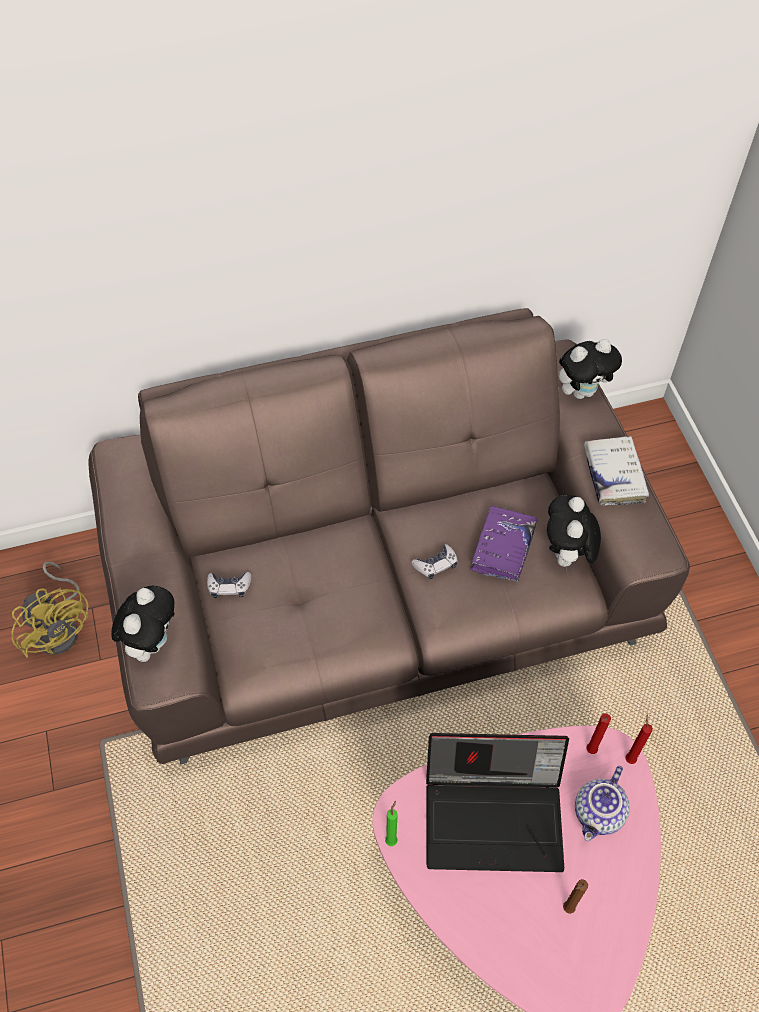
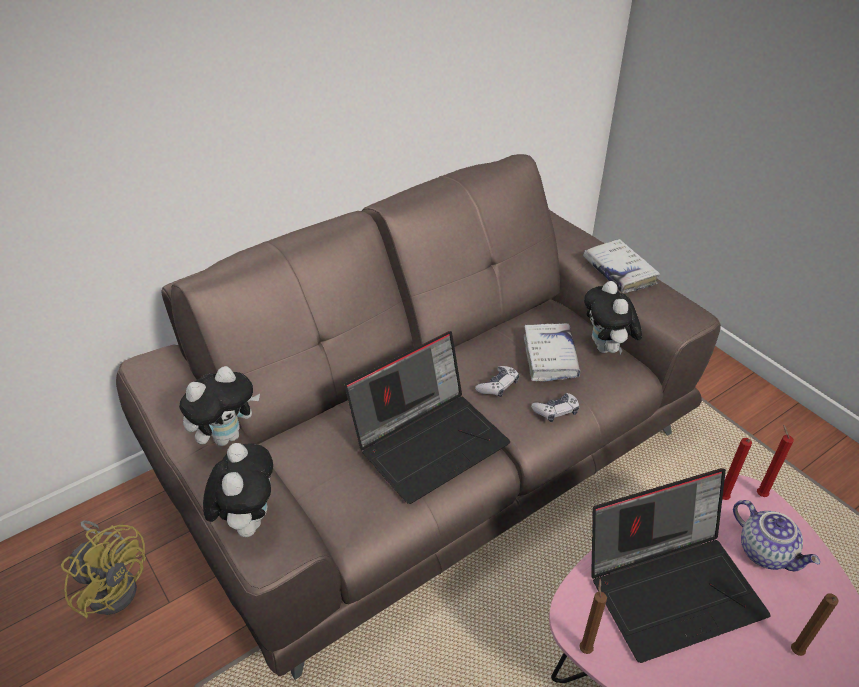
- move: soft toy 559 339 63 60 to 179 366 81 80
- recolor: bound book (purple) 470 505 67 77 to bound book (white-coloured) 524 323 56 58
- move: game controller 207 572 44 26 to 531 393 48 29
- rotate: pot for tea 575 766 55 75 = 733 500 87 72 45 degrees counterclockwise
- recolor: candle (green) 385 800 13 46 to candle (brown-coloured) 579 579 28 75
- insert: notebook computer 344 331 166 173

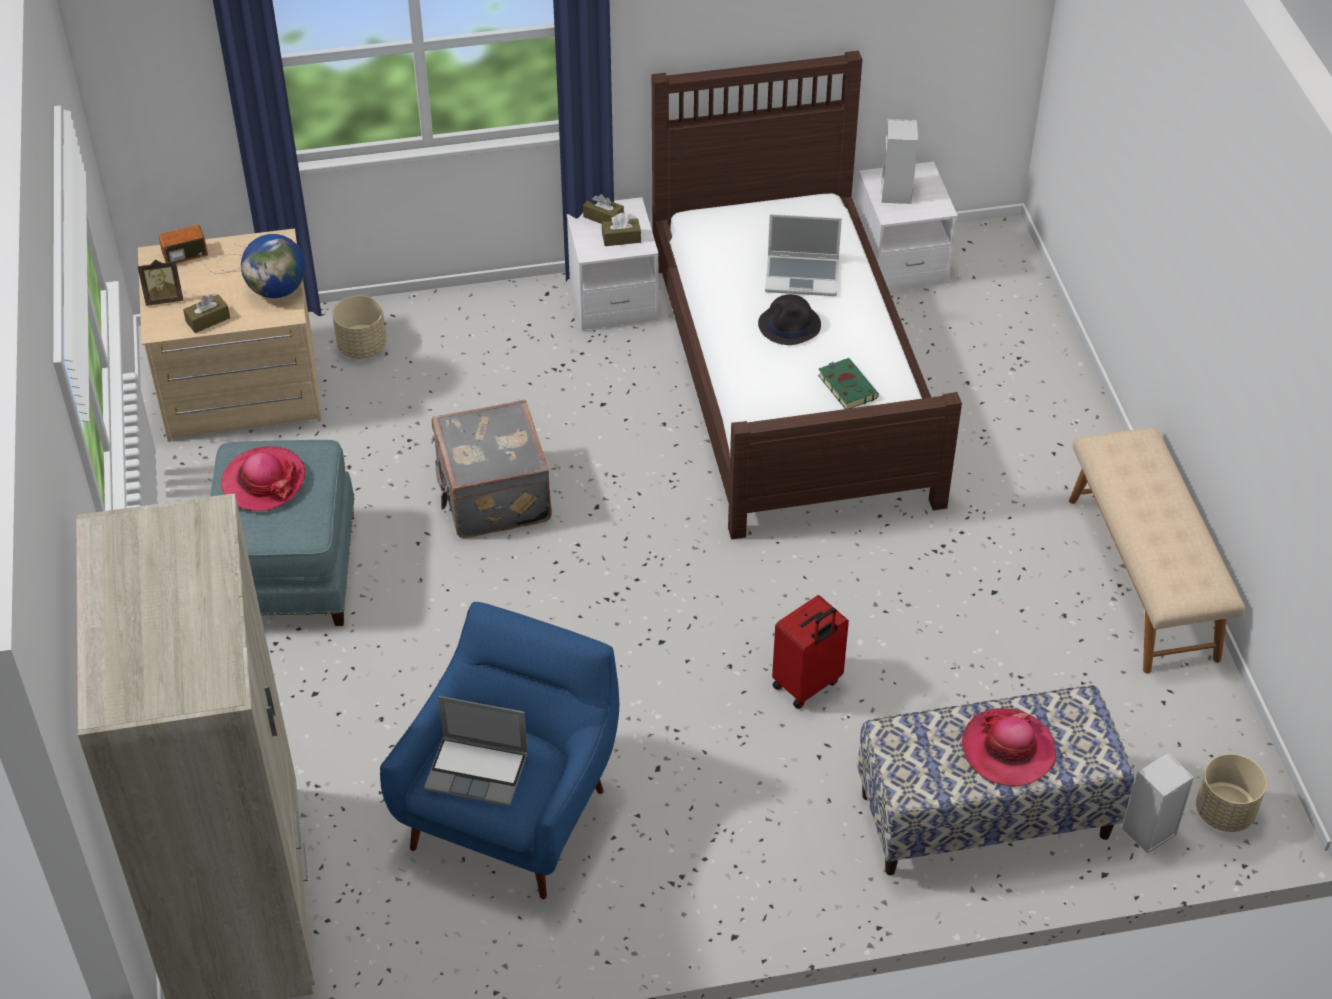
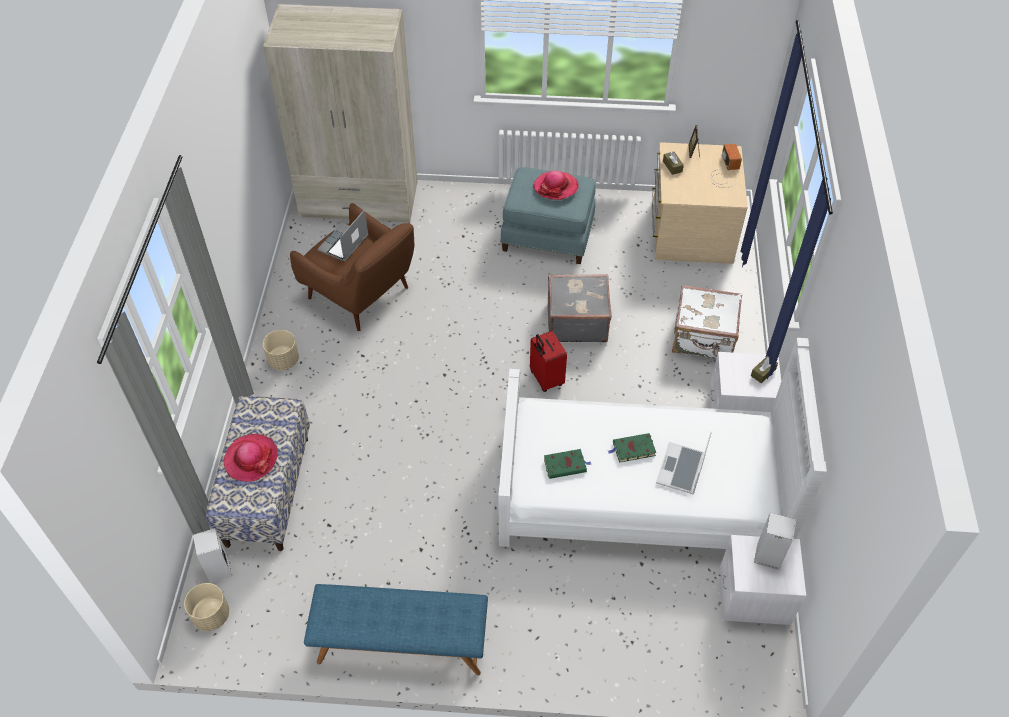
- recolor: bed (brown-coloured) 652 51 310 489 to bed (white-coloured) 498 338 329 211
- delete: tissue holder (brown-coloured) 602 213 39 33
- delete: desk globe 241 234 65 64
- replace: hat (black-coloured) 758 294 63 51 to bound book (green) 608 433 48 30
- move: plant pot (sand-coloured) 332 295 55 63 to 263 330 36 40
- recolor: bench (sand-coloured) 1069 427 176 247 to bench (blue-coloured) 304 584 184 91
- move: suitcase (red-coloured) 772 595 77 114 to 530 331 37 61
- recolor: lounge chair (blue-coloured) 380 602 239 297 to lounge chair (brown-coloured) 290 203 124 128
- insert: suitcase (white-coloured) 672 285 70 74

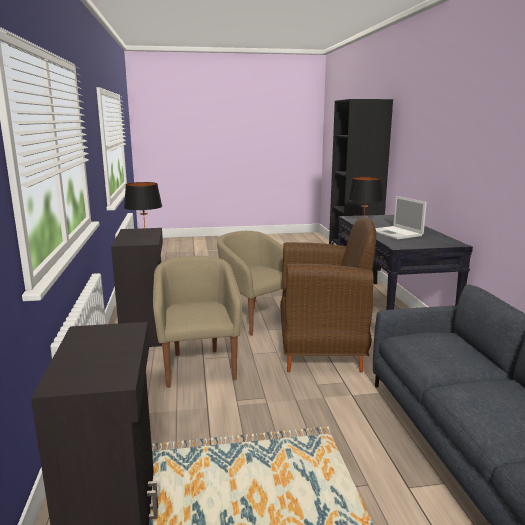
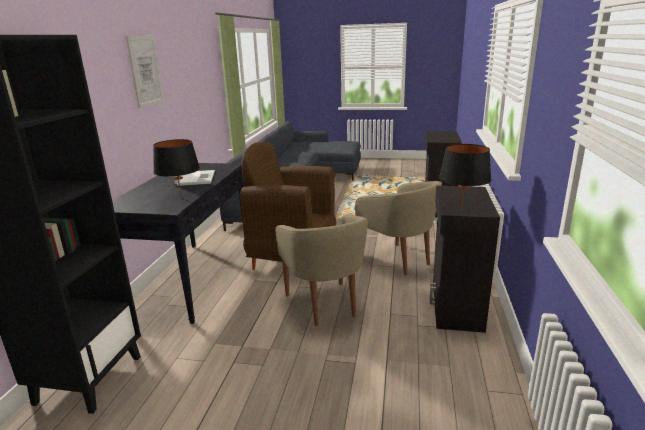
- rotate: lounge chair (sand-coloured) 153 256 89 132 = 355 181 87 94 45 degrees counterclockwise
- insert: picture 126 36 38 72

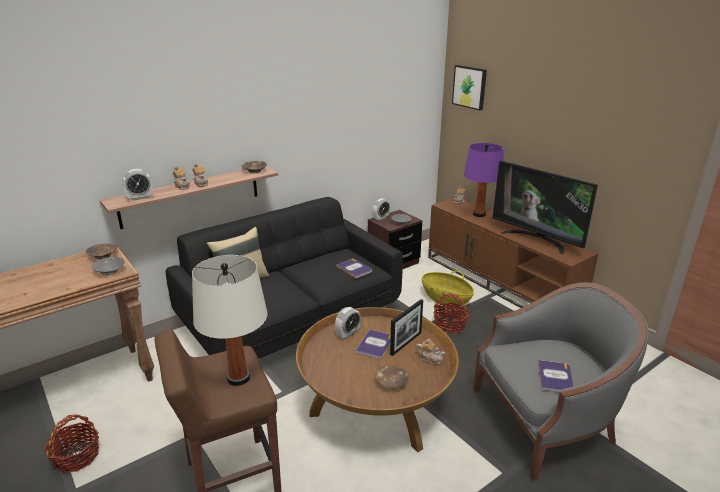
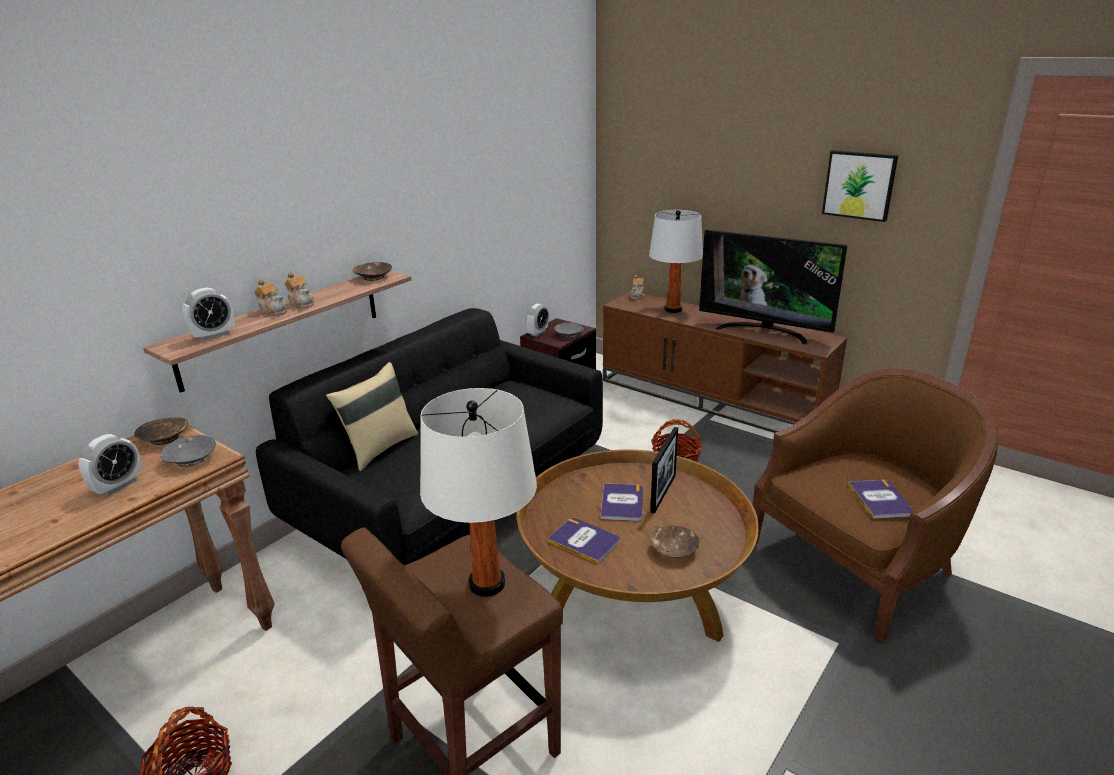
- move: picture 452 65 35 46 to 822 150 76 72
- recolor: lamp for a table (purple) 464 143 40 74 to lamp for a table (white-coloured) 649 210 54 103
- move: bound book 336 259 36 20 to 547 518 73 46
- delete: storage basket 422 271 52 34
- recolor: lounge chair (greyish) 473 282 176 198 to lounge chair (brown-coloured) 753 368 245 276
- move: table clock 335 307 25 32 to 78 434 64 62
- delete: pot for tea 416 339 29 26

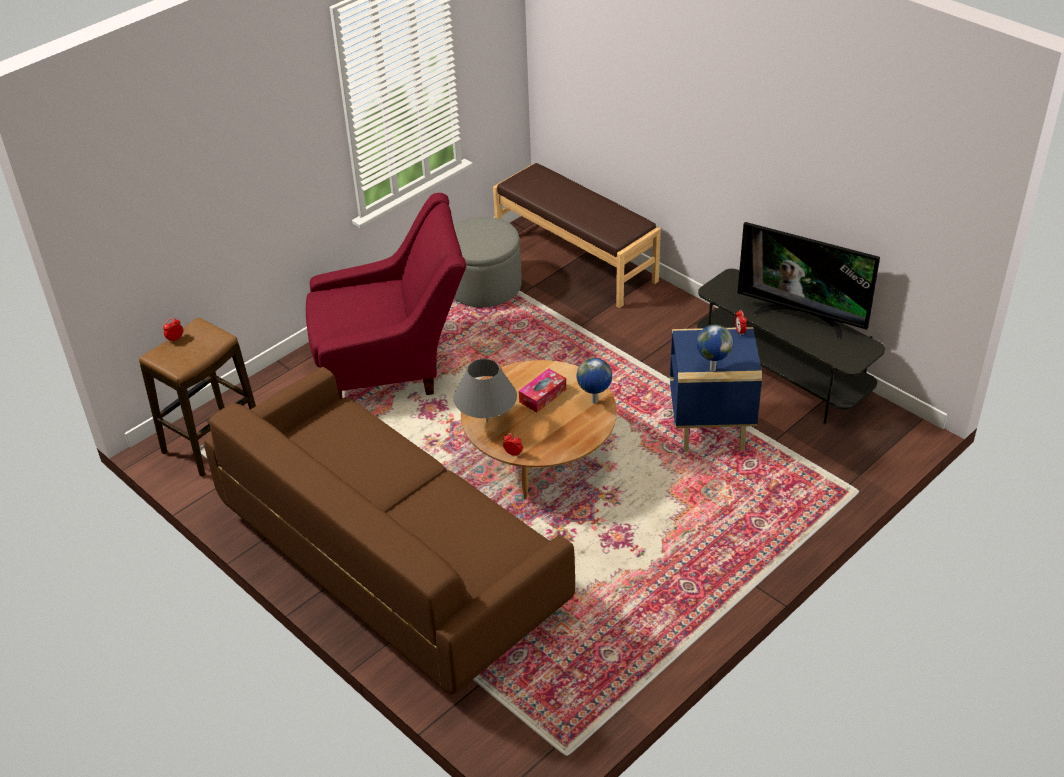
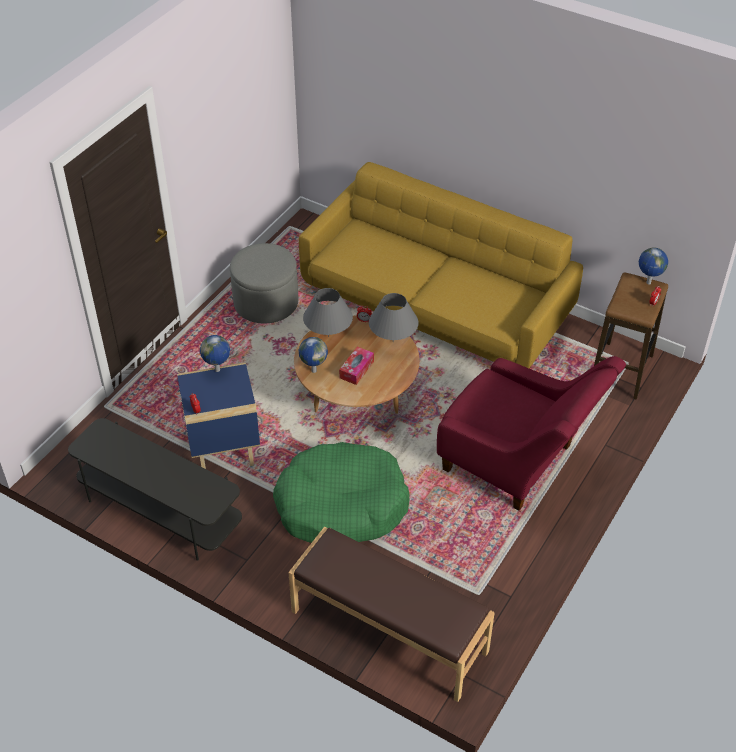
- rotate: lounge chair (red-coloured) 306 193 160 207 = 437 356 189 154 120 degrees counterclockwise
- move: ottoman (greyish) 454 217 68 90 to 230 243 68 80
- delete: TV set 738 222 142 117
- recolor: settee (brown-coloured) 204 367 371 328 to settee (yellow) 299 162 284 206
- insert: desk globe 639 248 29 36
- insert: lamp for a table (greyish) 303 288 50 49
- insert: dog bed (green) 273 442 137 101

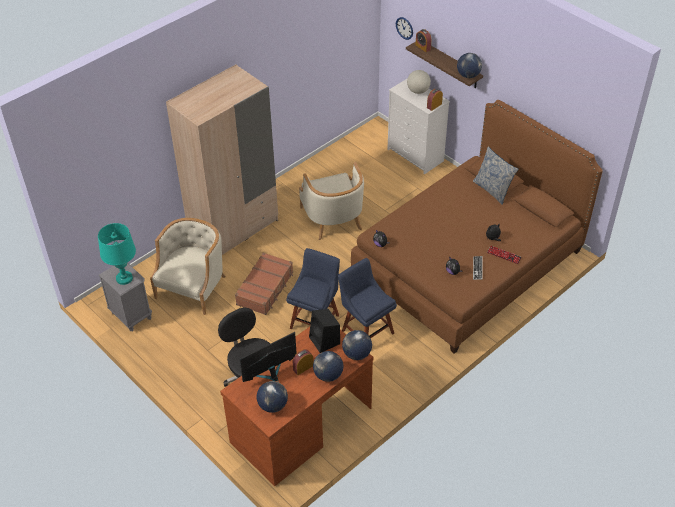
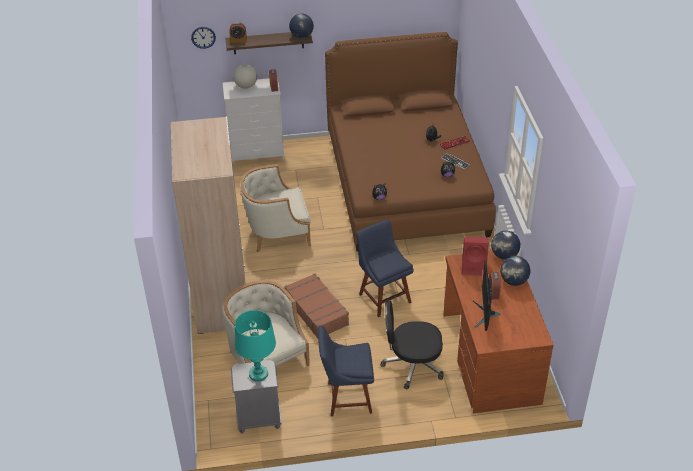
- delete: pillow 473 147 46 58
- rotate: lounge chair (sand-coloured) 299 162 65 78 = 240 164 71 88 150 degrees clockwise
- move: chair (blue-coloured) 338 258 59 80 to 318 326 56 90
- recolor: loudspeaker (black-coloured) 309 309 31 44 to loudspeaker (red-coloured) 462 236 27 40
- delete: desk globe 257 381 31 32

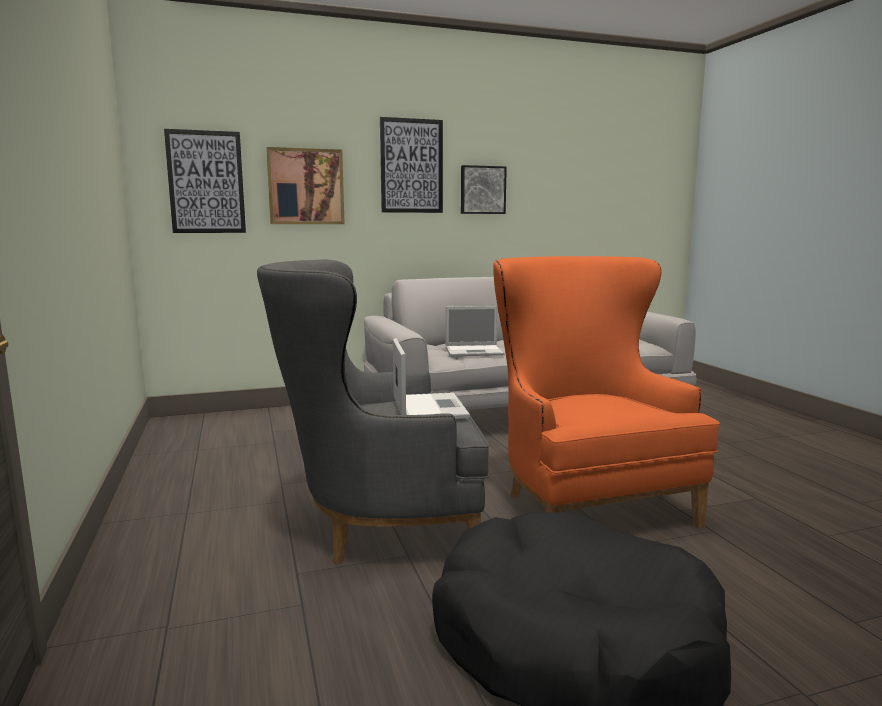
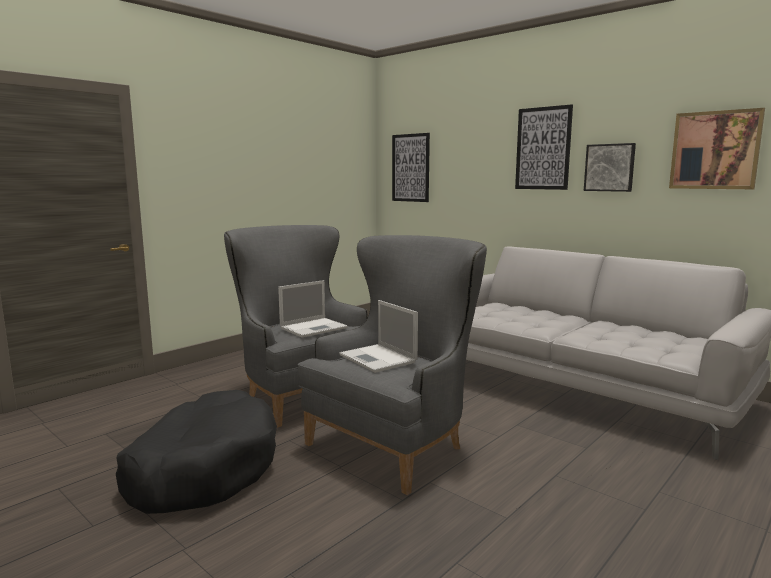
- move: picture 266 147 79 77 to 669 108 96 81
- recolor: lounge chair (orangey) 493 256 227 272 to lounge chair (greyish) 297 235 190 260
- move: notebook computer 446 306 59 50 to 339 300 79 73

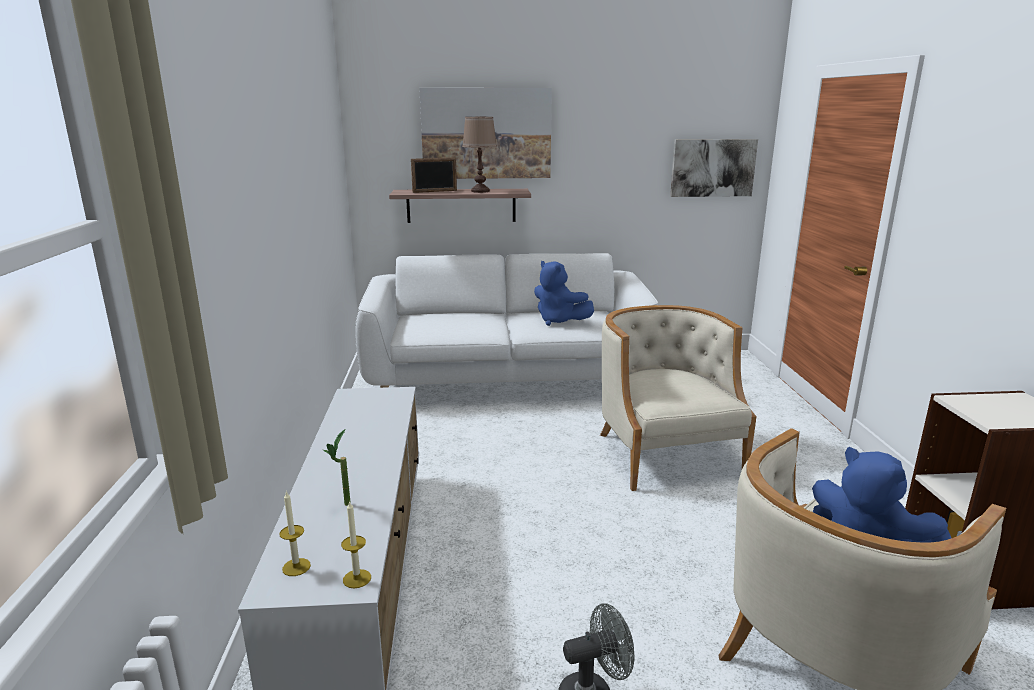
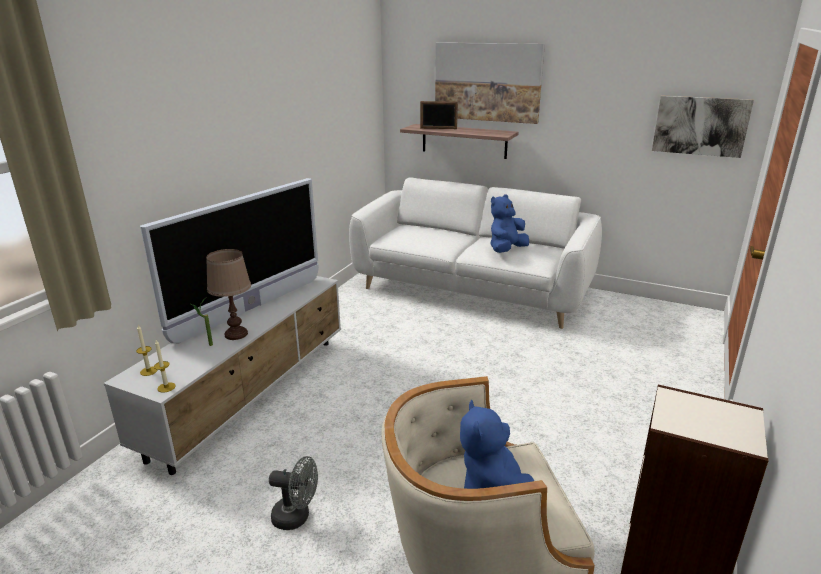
- move: lamp for a table (brown-coloured) 462 117 35 76 to 206 249 45 91
- rotate: soft toy (blue-coloured) 534 261 60 65 = 491 194 38 59 60 degrees clockwise
- delete: lounge chair (sand-coloured) 600 305 157 186
- insert: TV set 140 178 179 165

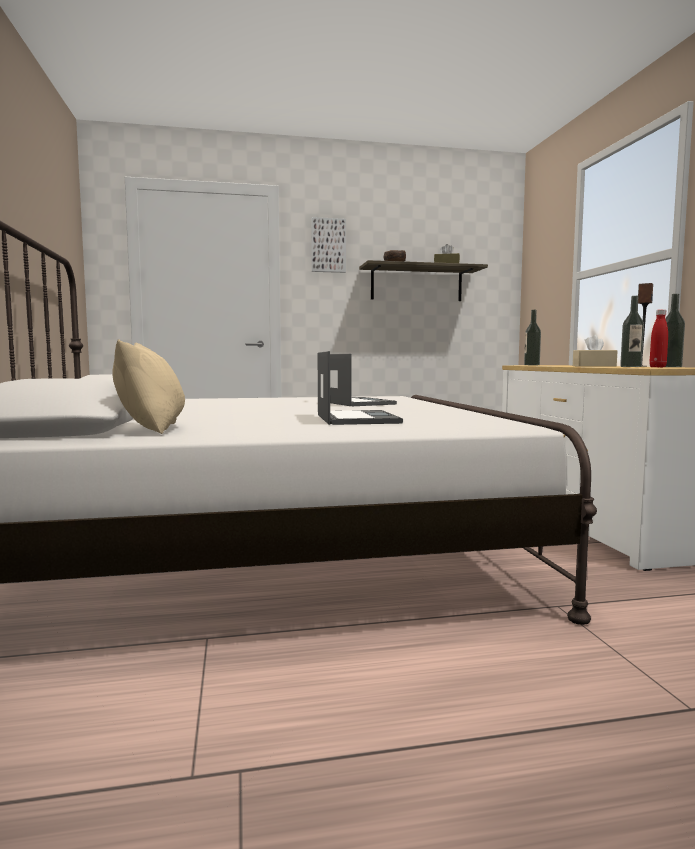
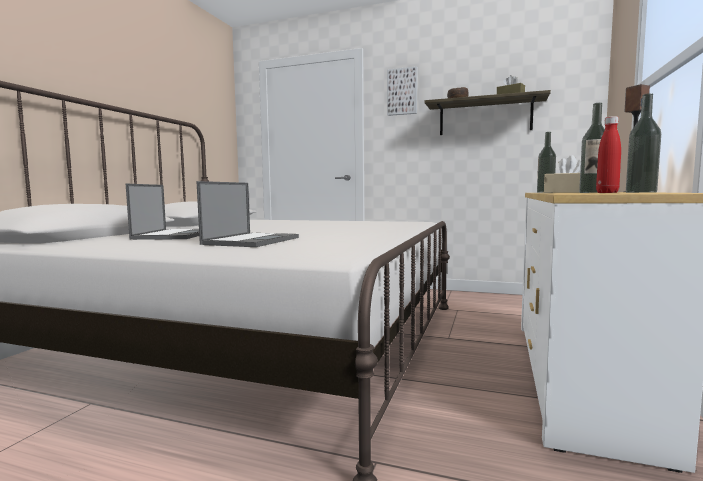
- delete: pillow (sand-coloured) 112 339 73 95
- move: notebook computer 330 354 67 52 to 126 184 73 56

